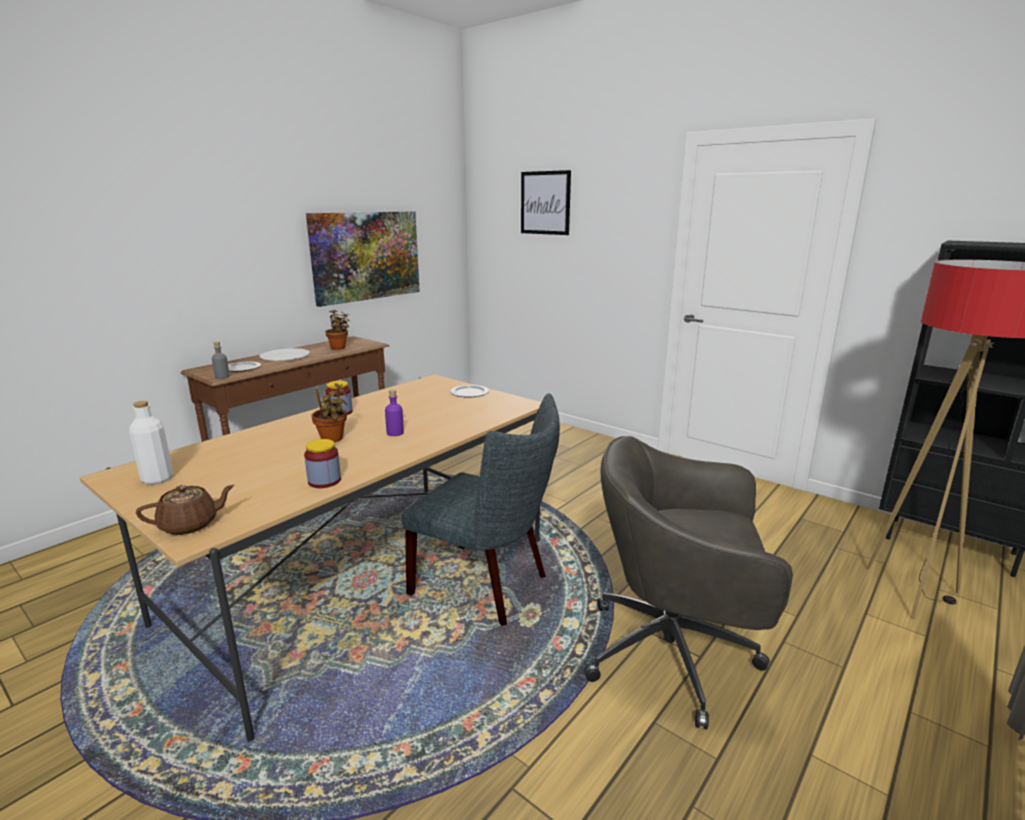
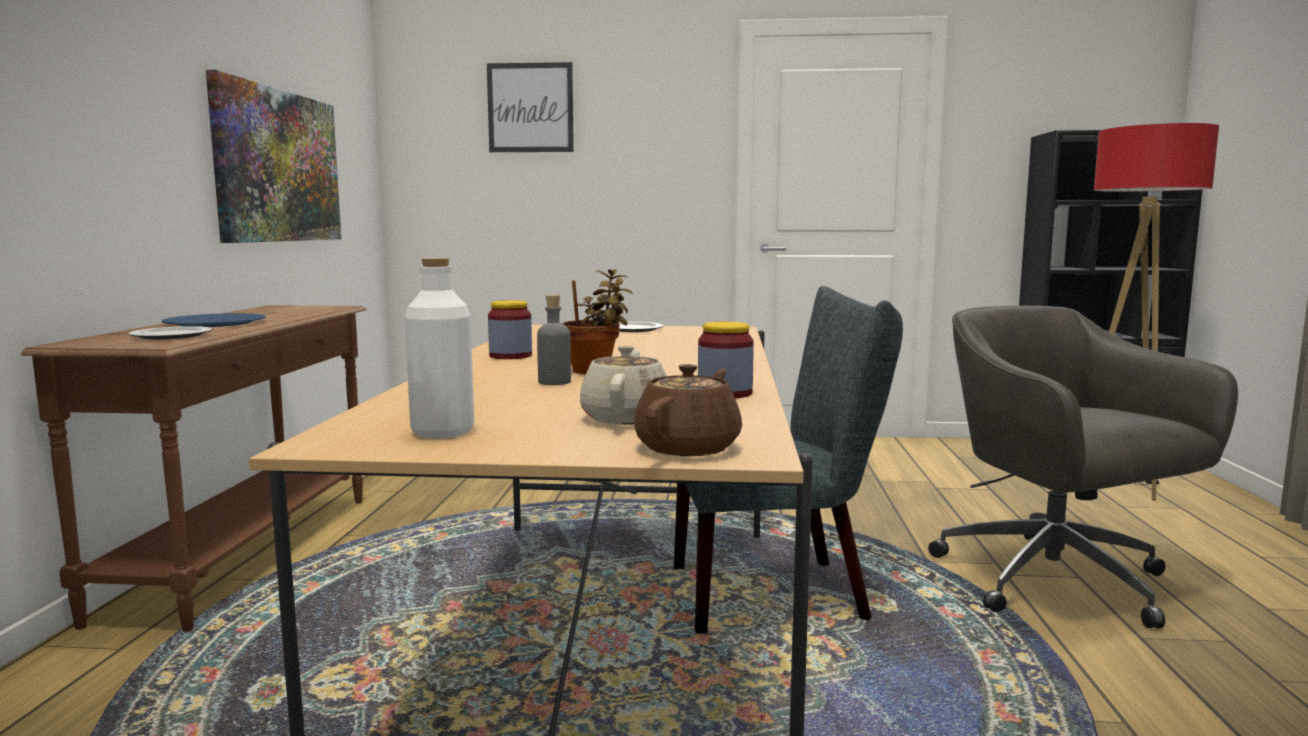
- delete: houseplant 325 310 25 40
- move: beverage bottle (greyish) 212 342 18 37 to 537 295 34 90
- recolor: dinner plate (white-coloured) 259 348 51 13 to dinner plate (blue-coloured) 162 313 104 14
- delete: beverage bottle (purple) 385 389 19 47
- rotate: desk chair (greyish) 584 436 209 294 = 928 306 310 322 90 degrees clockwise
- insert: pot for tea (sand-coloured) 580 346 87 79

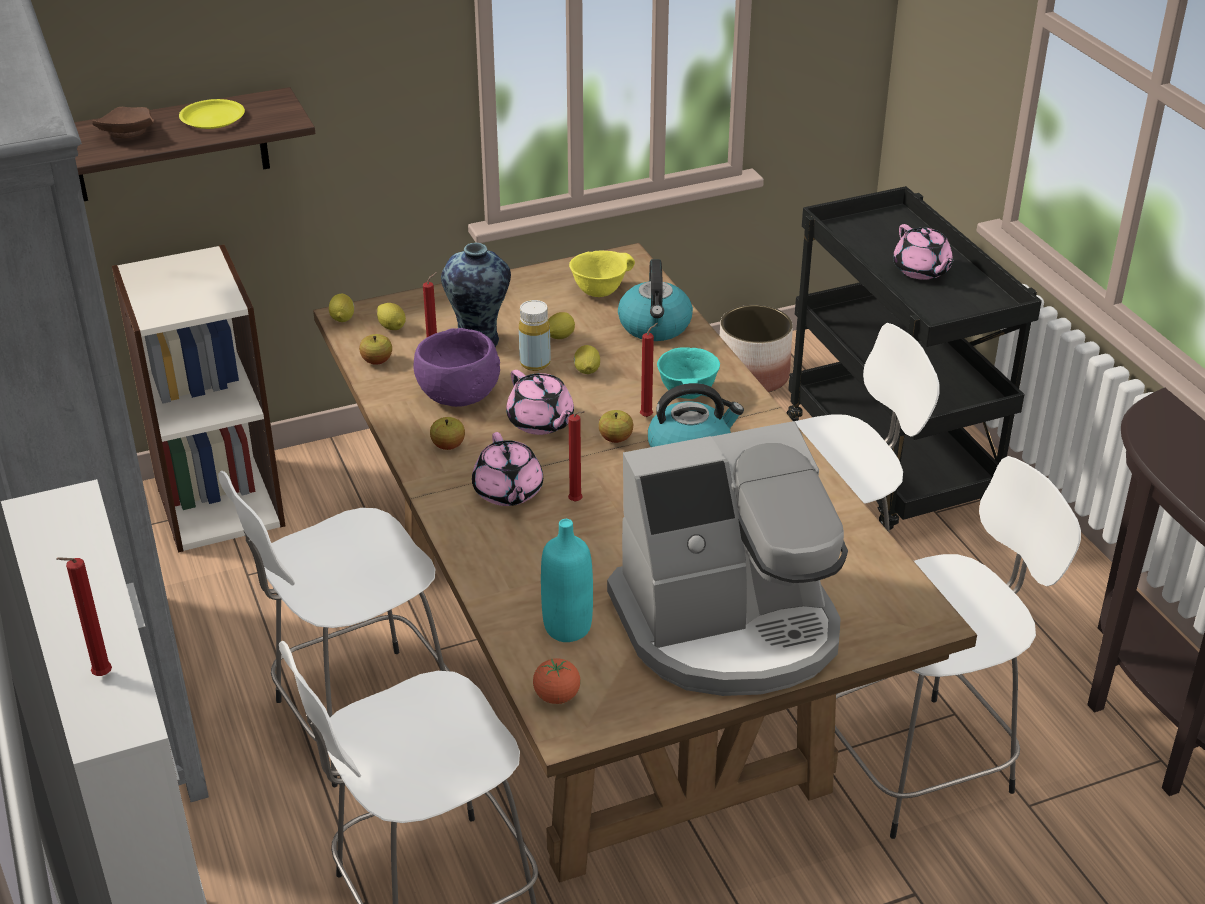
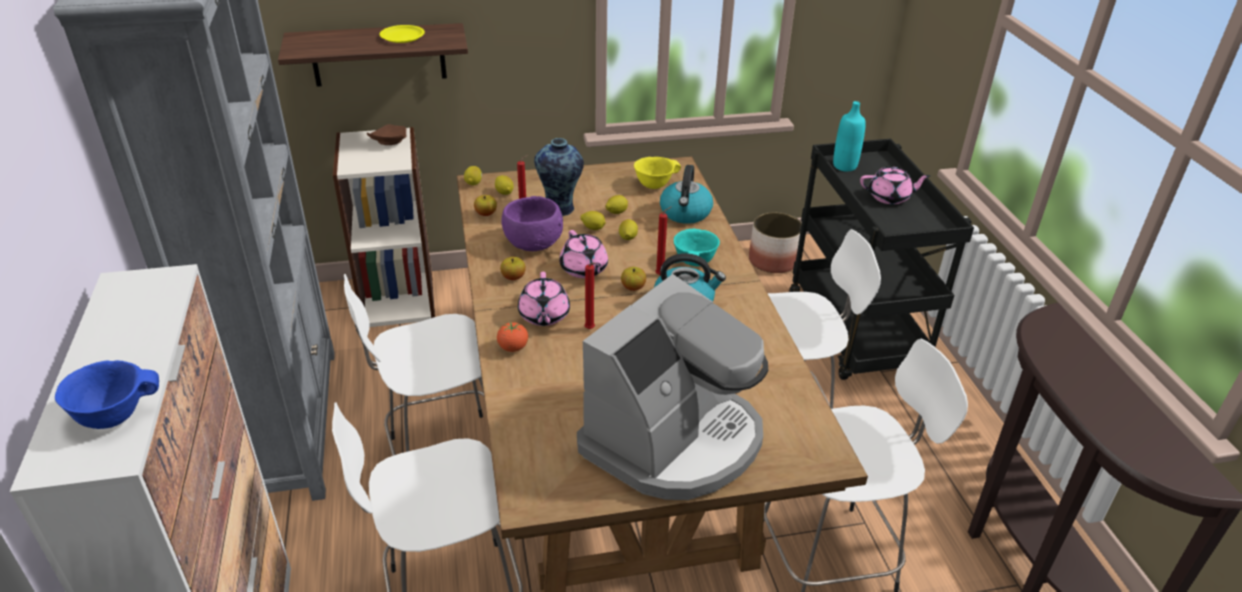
- move: dinner plate (brown-coloured) 92 107 62 31 to 367 124 40 21
- rotate: pot for tea (pink) 893 224 61 56 = 860 167 70 37 75 degrees counterclockwise
- replace: beverage bottle (yellow) 519 300 32 71 to citrus fruit 581 211 25 19
- rotate: coffee brewer 607 421 241 275 = 577 274 191 226 45 degrees counterclockwise
- move: beverage bottle (blue-green) 541 519 52 123 to 833 101 33 70
- replace: candle (red-coloured) 56 557 56 119 to bowl (blue-coloured) 55 360 104 69
- move: tomato 533 658 47 46 to 497 322 31 30

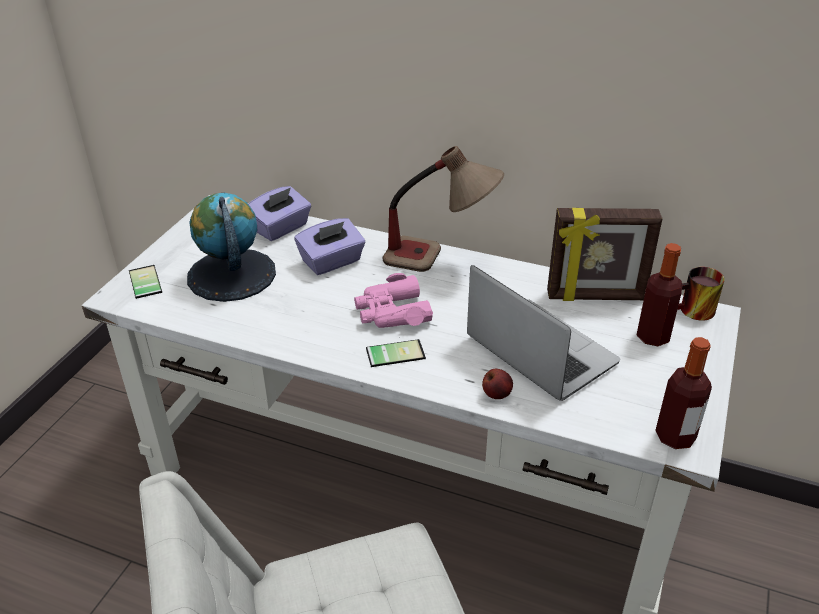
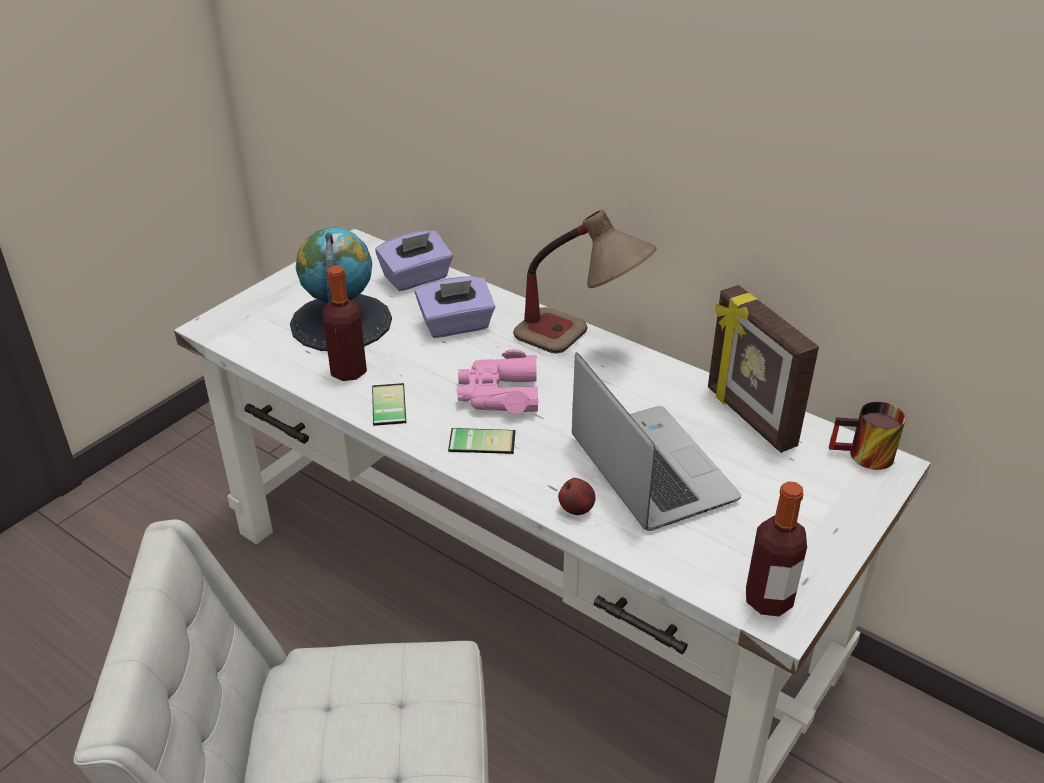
- rotate: standing frame 547 208 115 93 = 708 285 111 168 45 degrees clockwise
- move: beverage bottle 637 243 45 103 to 323 265 44 116
- move: phone 129 265 33 34 to 372 383 34 43

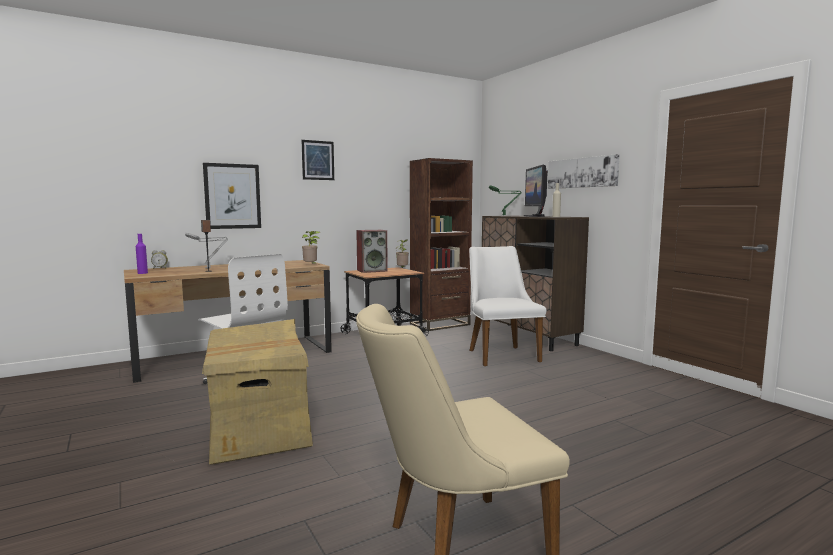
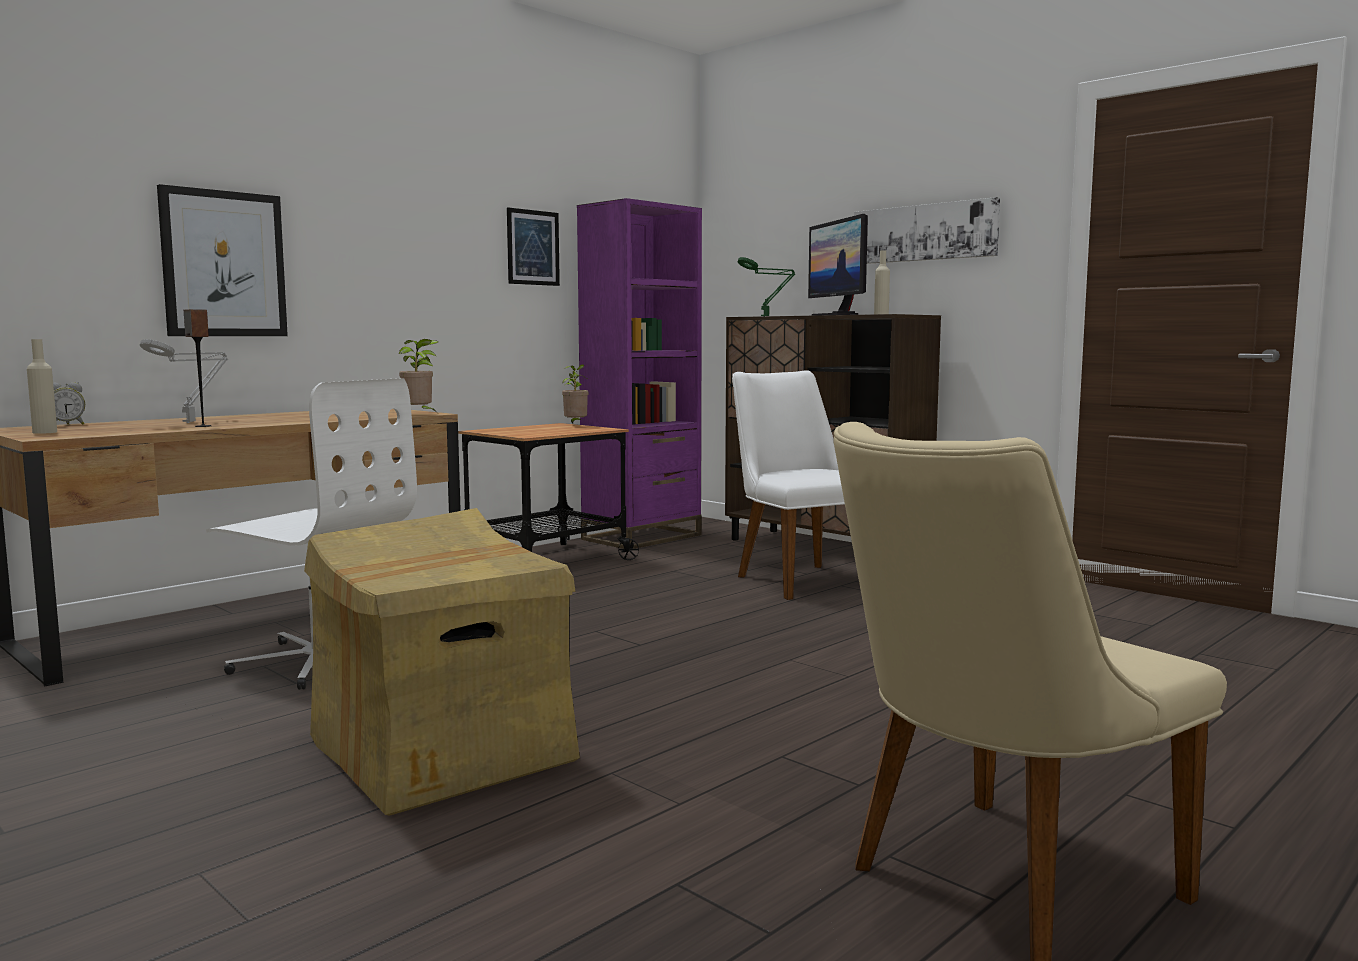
- move: picture 302 140 32 40 to 507 208 53 78
- recolor: shelving unit (brown-coloured) 410 158 63 173 to shelving unit (purple) 577 198 125 351
- delete: loudspeaker 356 230 32 43
- recolor: beverage bottle (purple) 136 234 12 40 to beverage bottle (sand-coloured) 27 339 30 95

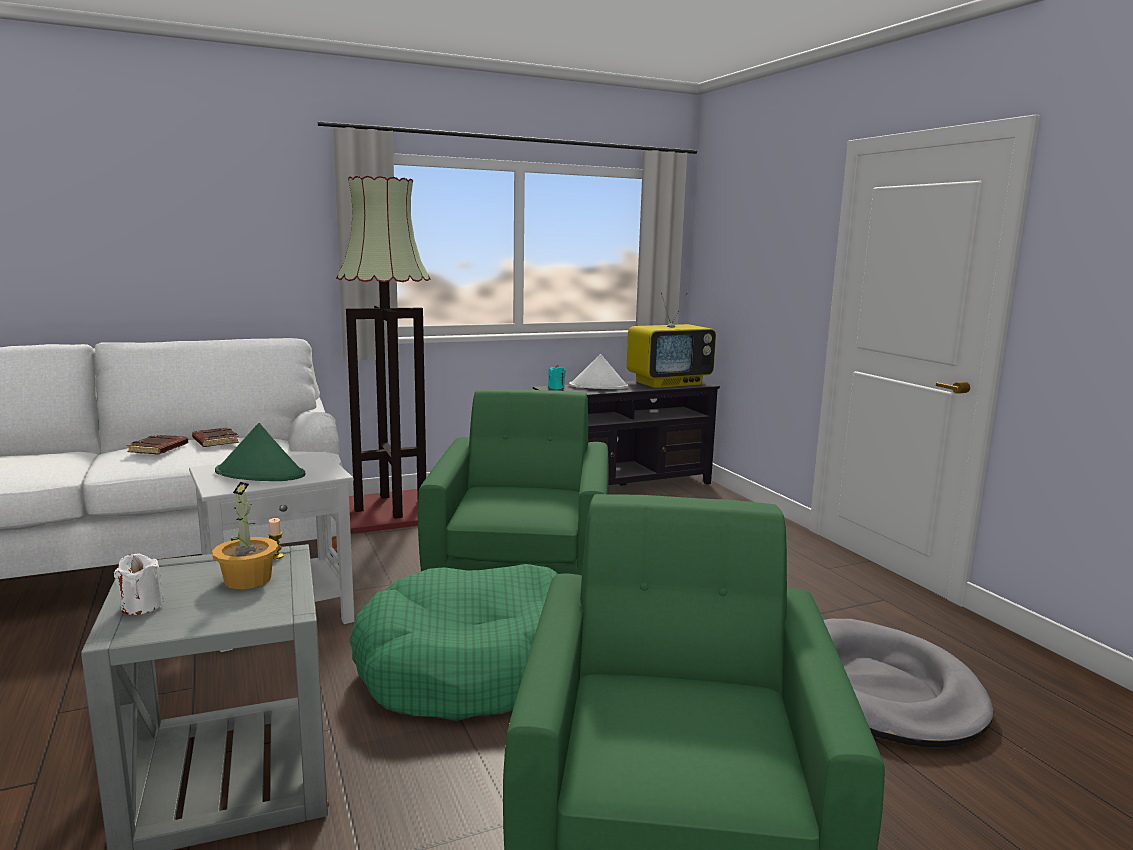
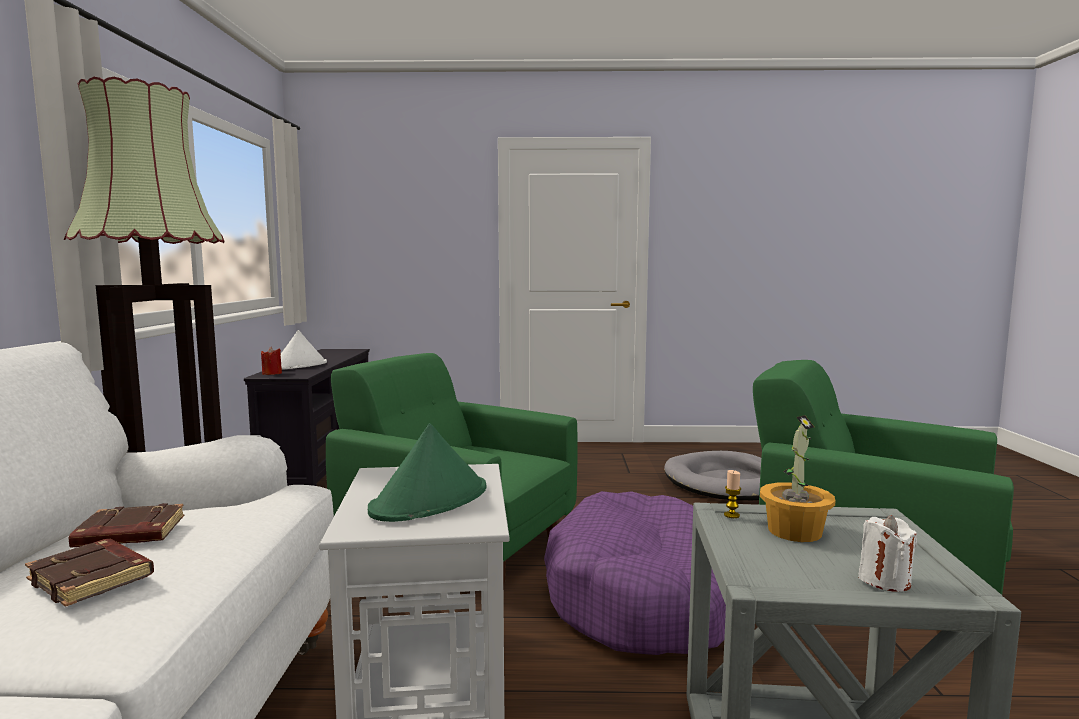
- delete: TV set 627 292 89 96
- recolor: candle (blue-green) 548 365 18 24 to candle (red-coloured) 261 347 21 28
- recolor: dog bed (green) 350 564 208 157 to dog bed (purple) 544 491 182 164

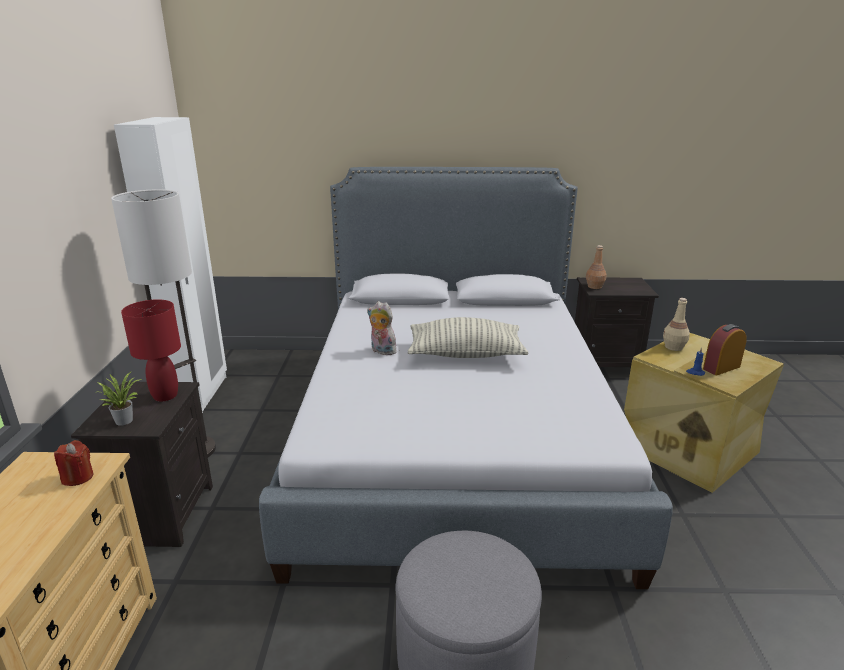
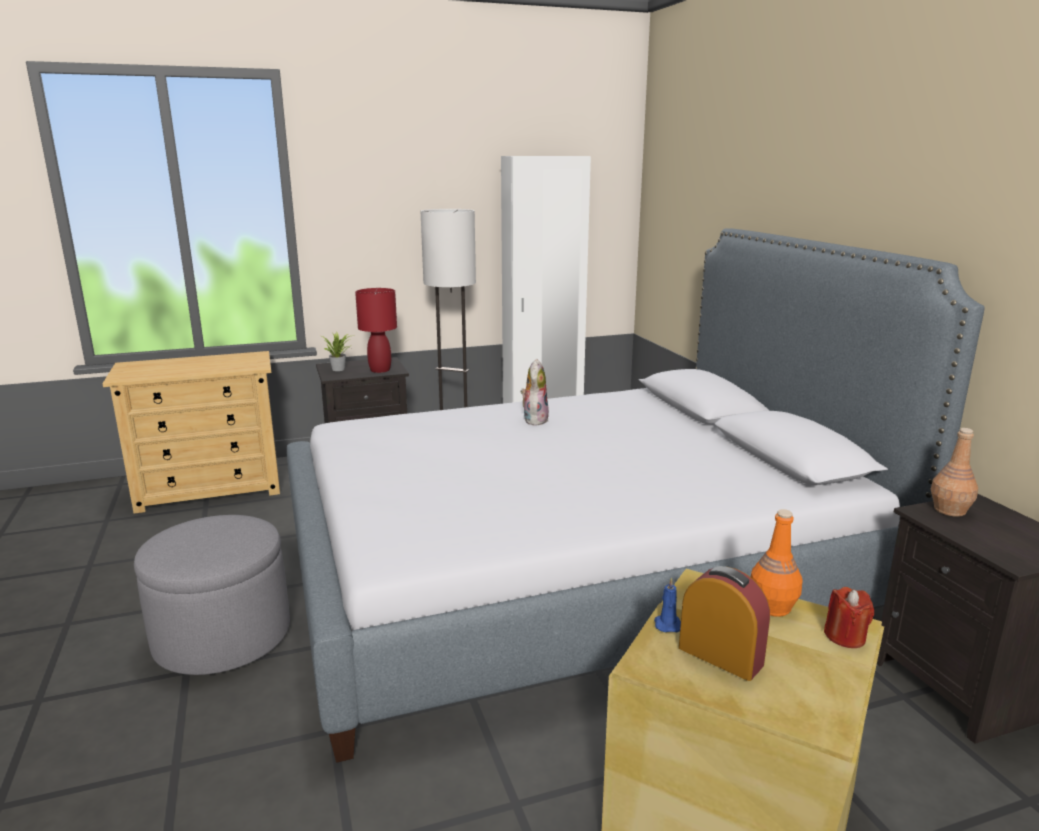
- recolor: beverage bottle (sand-coloured) 663 298 27 53 to beverage bottle (orangey) 751 509 52 108
- delete: pillow 407 317 122 41
- move: candle (red-coloured) 54 440 39 46 to 824 587 50 61

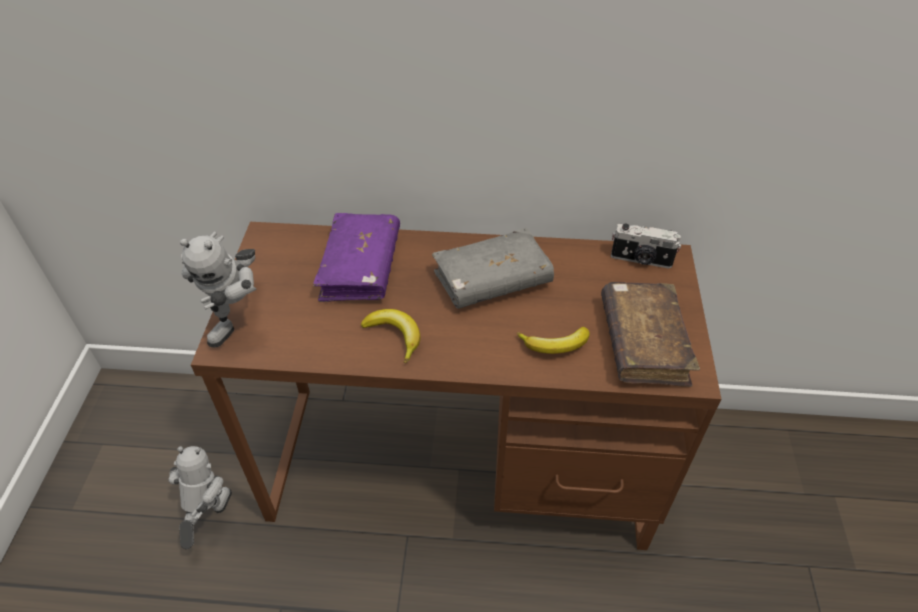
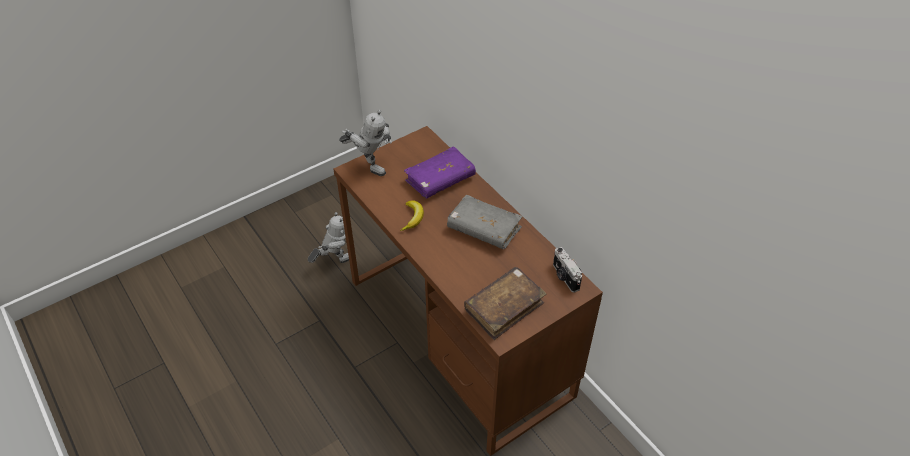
- rotate: toy robot 180 232 77 116 = 339 110 53 66 120 degrees counterclockwise
- delete: banana 517 327 73 27

